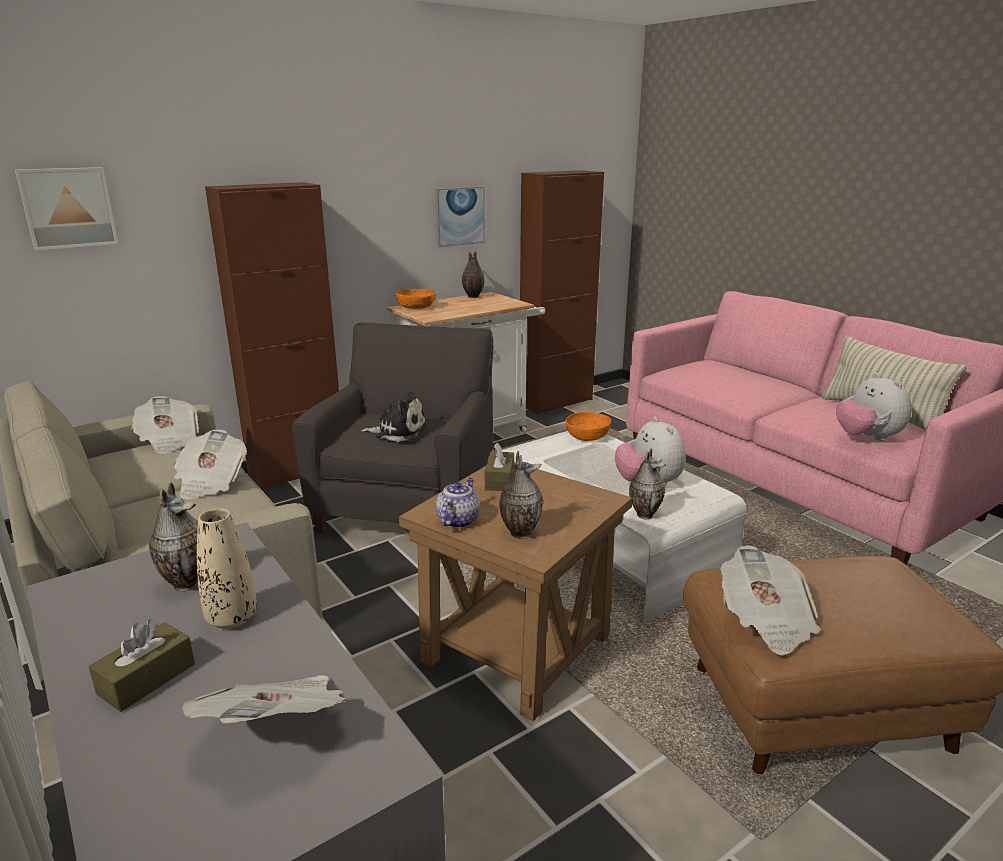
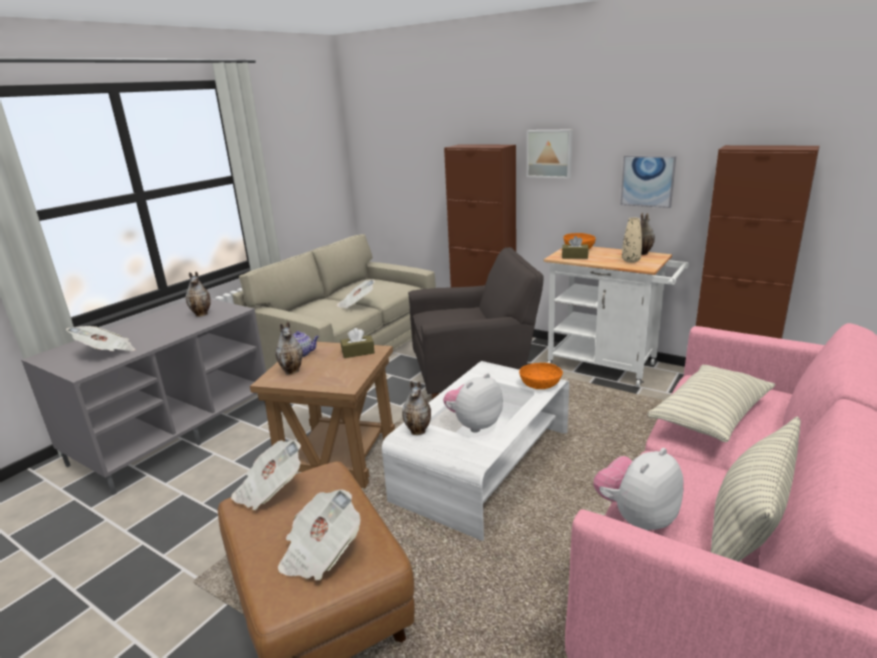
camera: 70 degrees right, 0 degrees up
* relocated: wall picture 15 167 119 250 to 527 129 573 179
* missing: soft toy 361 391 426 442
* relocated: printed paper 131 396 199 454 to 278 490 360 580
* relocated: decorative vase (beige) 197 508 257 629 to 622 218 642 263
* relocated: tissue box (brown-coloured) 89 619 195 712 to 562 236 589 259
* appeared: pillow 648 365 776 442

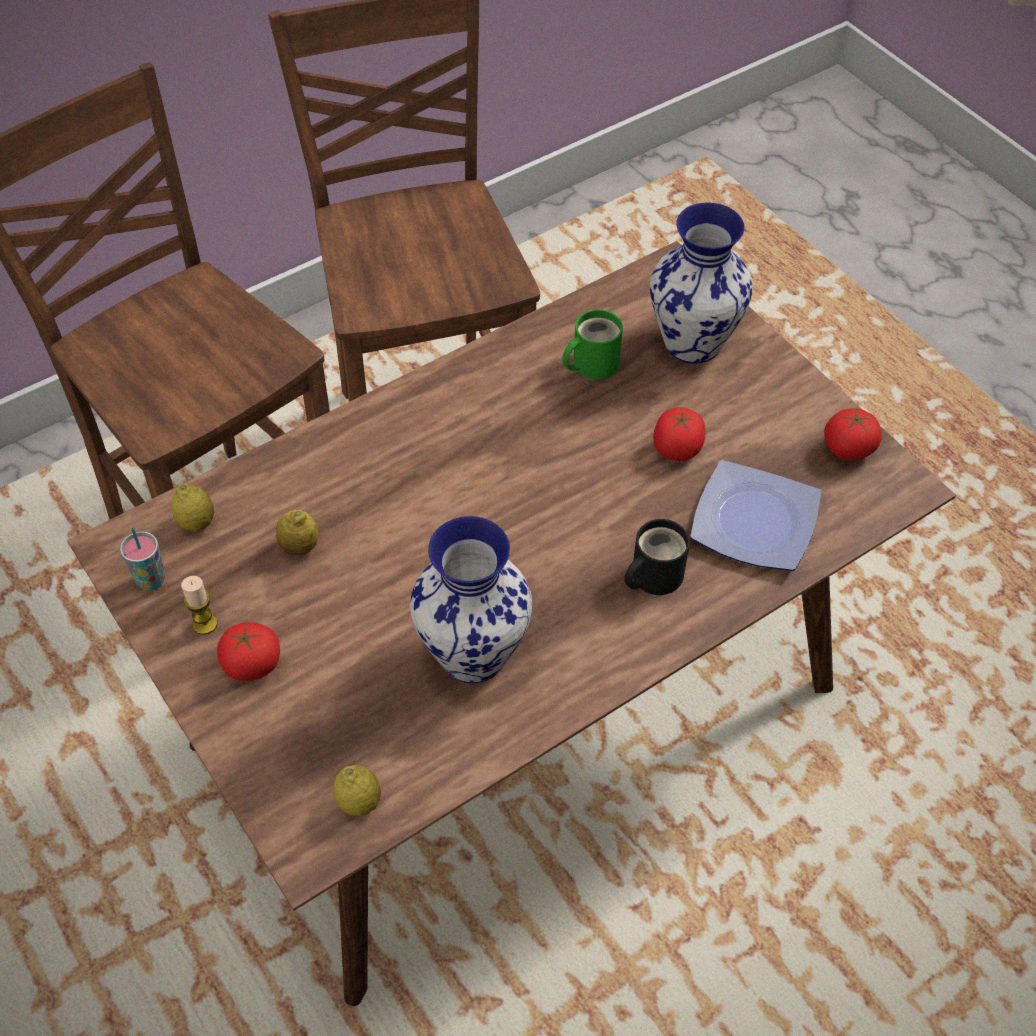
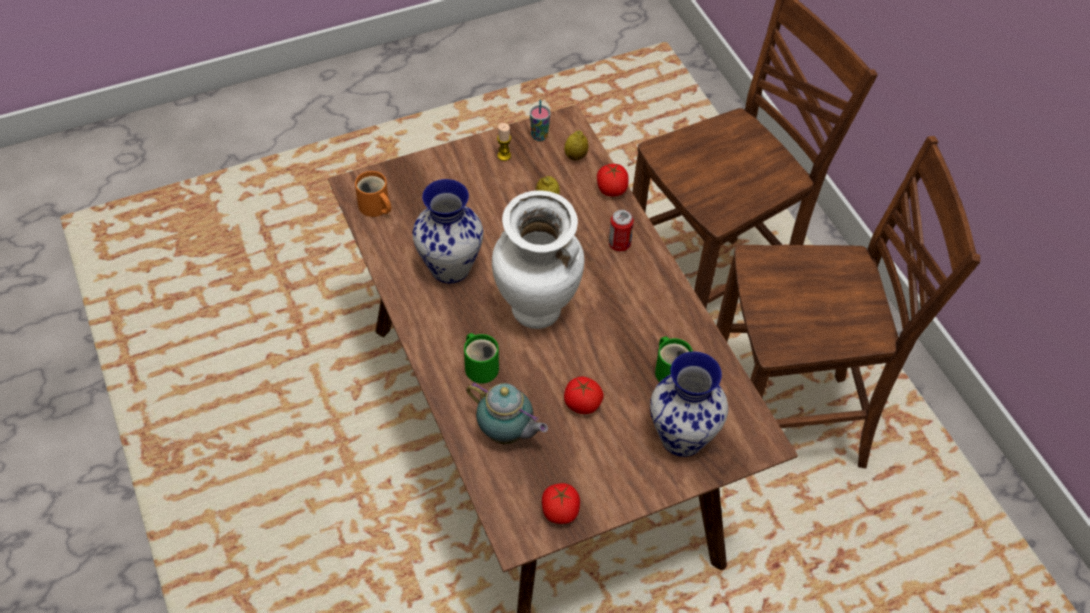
camera: 100 degrees right, 0 degrees up
* exchanged: plate 690 460 821 571 to pot for tea 466 382 548 444
* colour: coffee mug (black-coloured) 624 519 690 595 to coffee mug (green-coloured) 464 333 499 383
* relocated: tomato 217 622 280 681 to 597 164 629 196
* exchanged: whole lemon 333 765 381 816 to coffee mug (orange) 355 171 391 217
* appeared: decorative vase (whitish) 492 190 584 329
* appeared: can 609 210 634 252

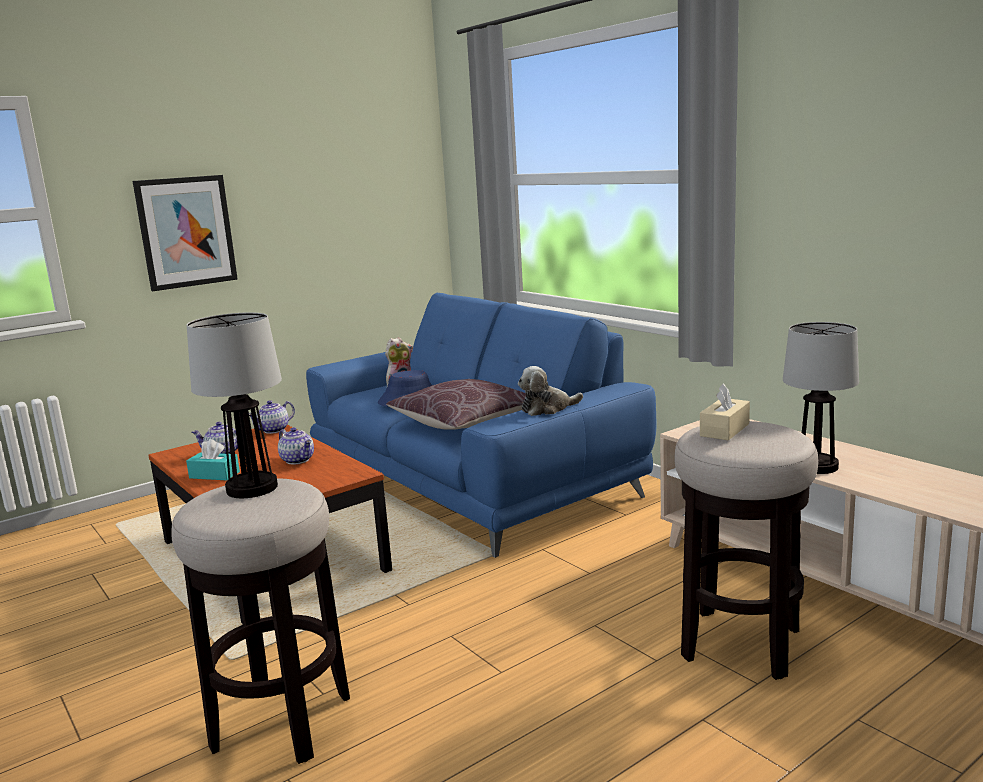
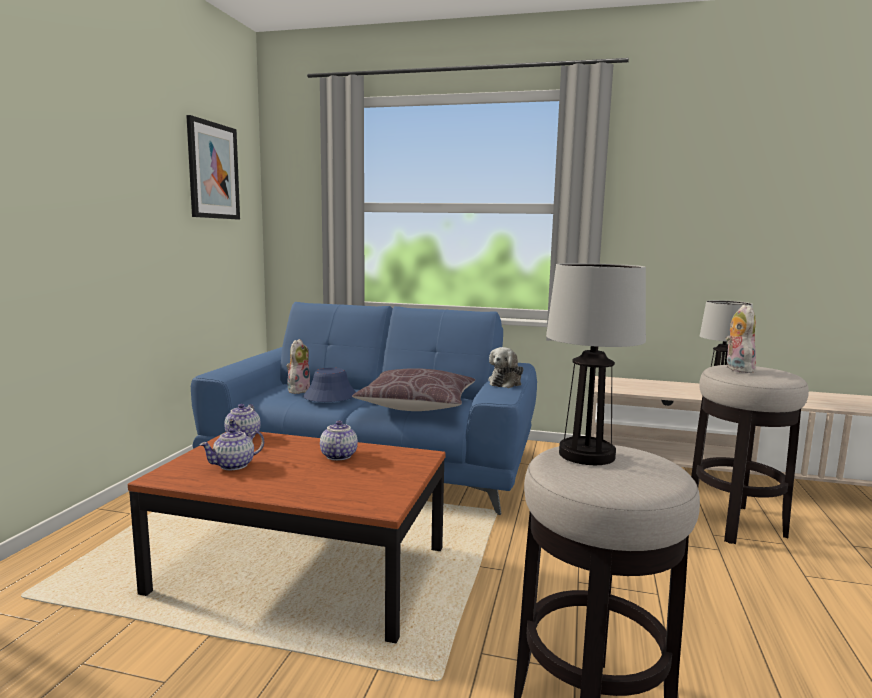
camera: 40 degrees left, 5 degrees down
* relocated: wall picture 133 175 238 291 to 186 115 240 219
* exchanged: tissue box (beige) 700 383 750 440 to soft toy 725 304 756 373
* spun: pot for tea 278 427 314 464 = 320 421 358 460 105 degrees counterclockwise
* missing: tissue box (turquoise) 186 439 240 480

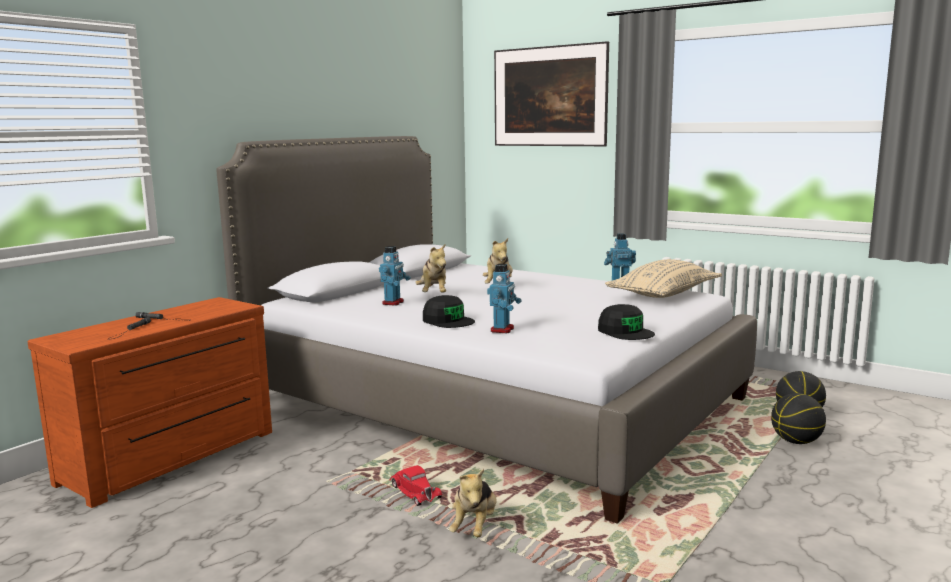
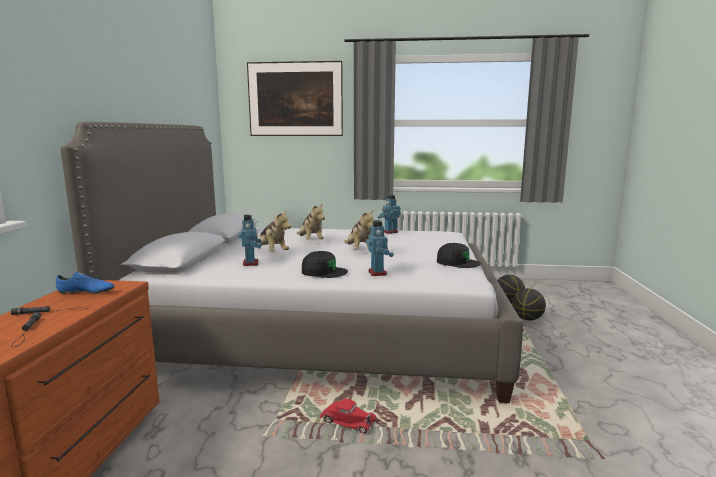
camera: 30 degrees left, 0 degrees up
* missing: pillow (beige) 605 259 722 298
* relocated: soft toy 449 469 497 537 to 344 210 373 250
* appeared: low shoe (blue) 56 272 114 295

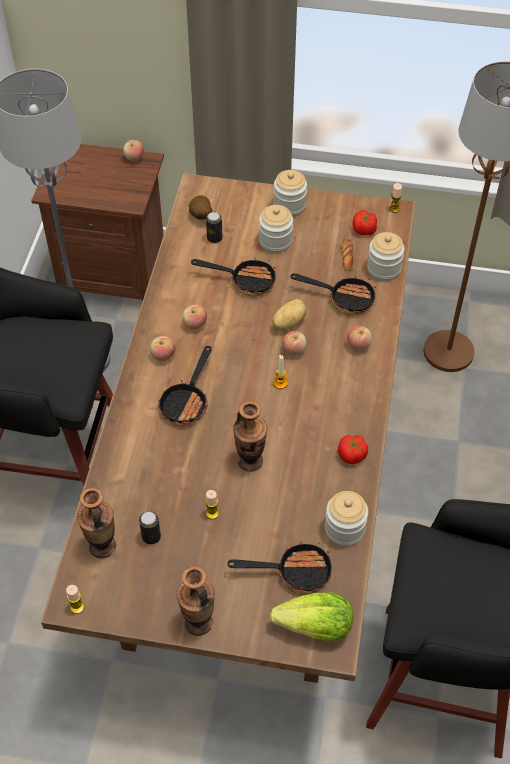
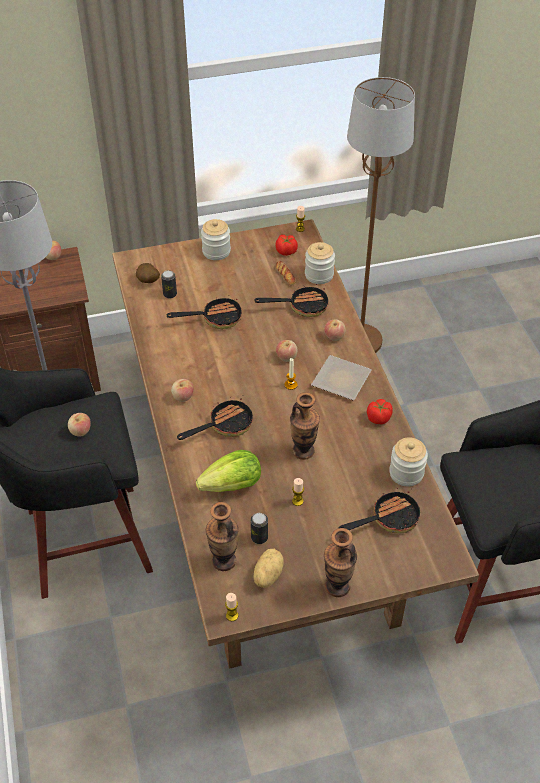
camera: 25 degrees left, 5 degrees down
* missing: preserve jar 259 205 293 253
* relocated: spud 272 299 306 330 to 253 549 284 588
* relocated: apple fruit 182 305 207 330 to 68 413 91 437
* spun: skillet 158 346 211 426 = 177 397 253 440 120 degrees counterclockwise
* relocated: head of lettuce 270 592 353 641 to 196 450 261 492
* appeared: plate 311 355 372 400

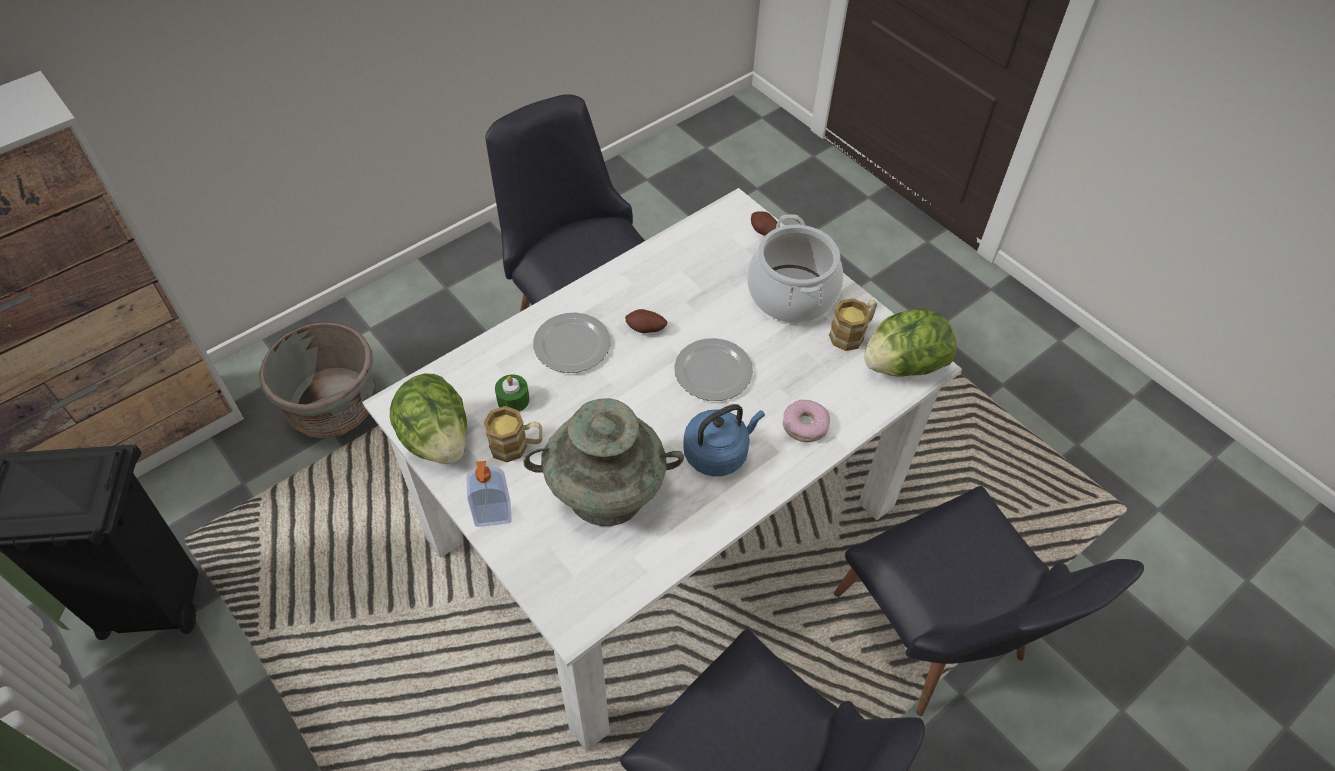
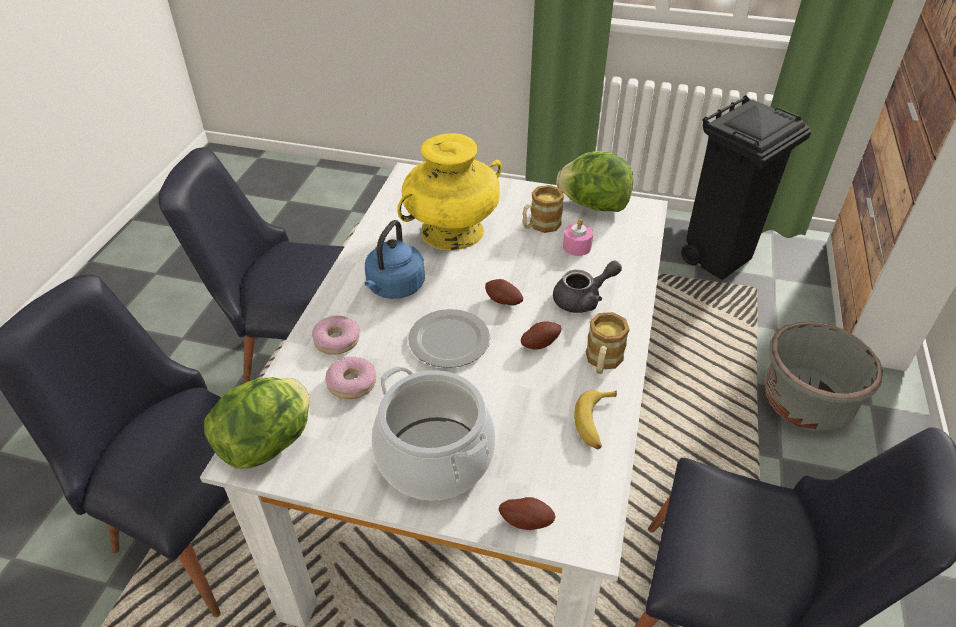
camera: 145 degrees right, 10 degrees down
* relocated: coffee mug 829 298 877 351 to 586 312 630 374
* exchanged: plate 533 312 611 373 to pot for tea (gray) 553 260 622 313
* colour: wax light (green-coloured) 495 374 530 412 to wax light (pinkish) 563 219 593 256
* colour: decorative vase (turquoise) 523 398 684 526 to decorative vase (yellowish) 397 133 502 250
* missing: liquid soap bottle 467 461 512 527
* appeared: spud 485 279 523 305
* appeared: doughnut 325 356 376 399
* appeared: banana 574 390 617 449

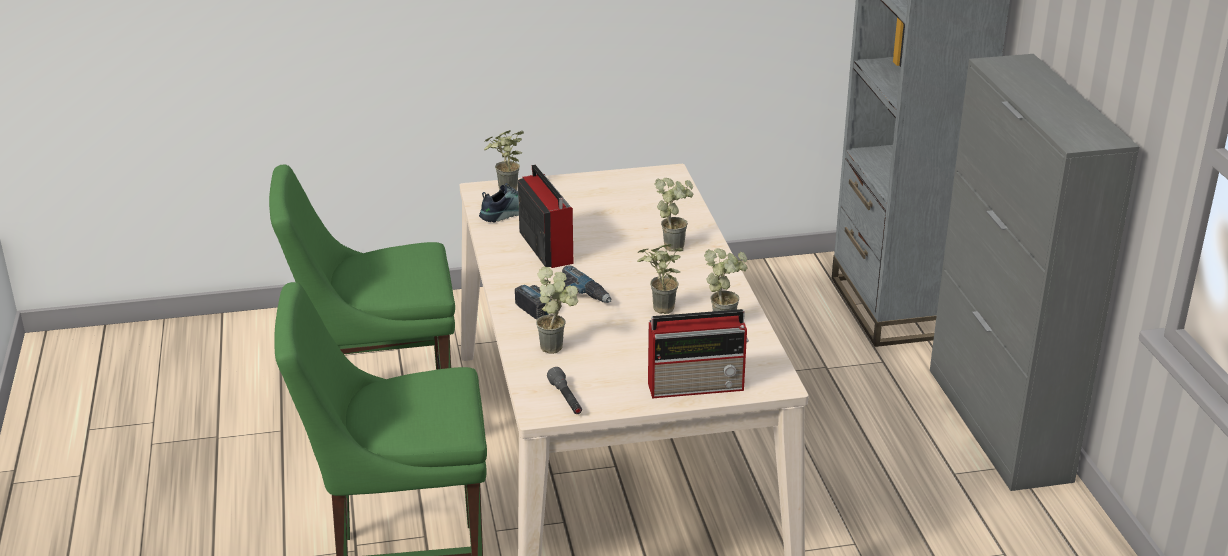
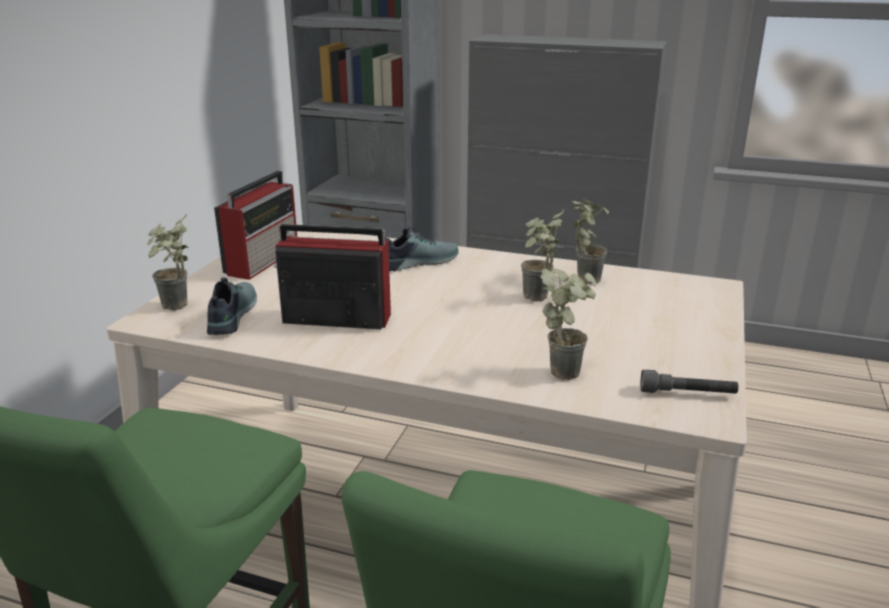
camera: 60 degrees left, 5 degrees down
* exchanged: plant in a pot 655 178 693 252 to low shoe 385 226 459 271
* missing: drill 515 265 611 319
* relocated: radio receiver 648 309 749 398 to 214 171 297 280

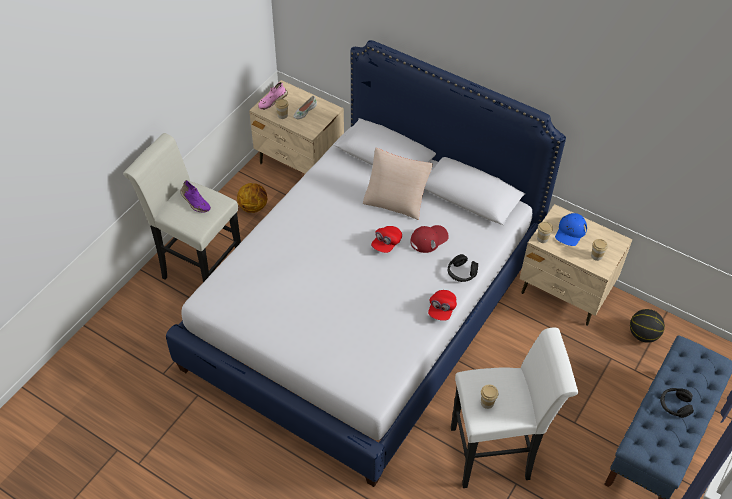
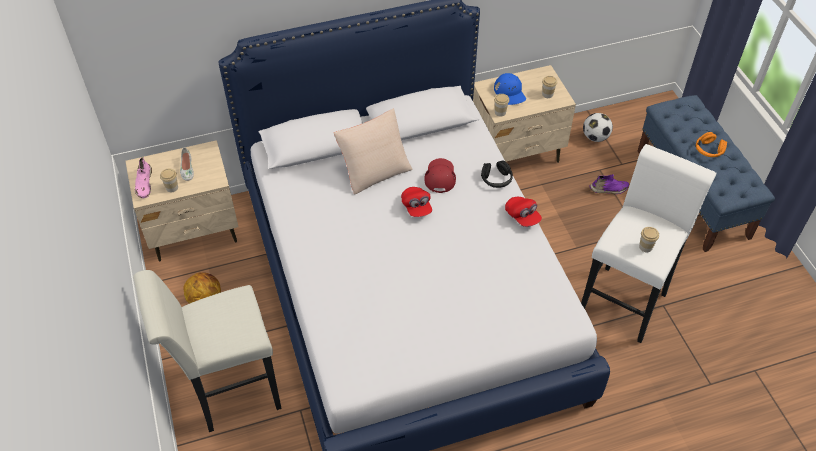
camera: 50 degrees left, 0 degrees up
* relocated: low shoe (purple) 180 180 211 213 to 590 174 629 194
* exchanged: ball for basketball 630 309 665 343 to football ball 583 113 613 142
* colour: pair of headphones (black-coloured) 660 388 694 418 to pair of headphones (orange) 696 132 727 157

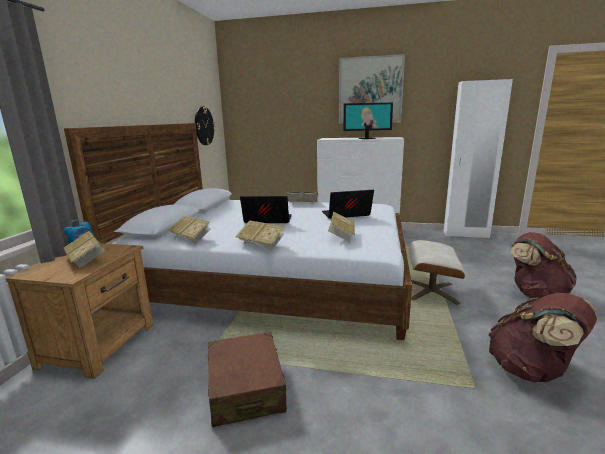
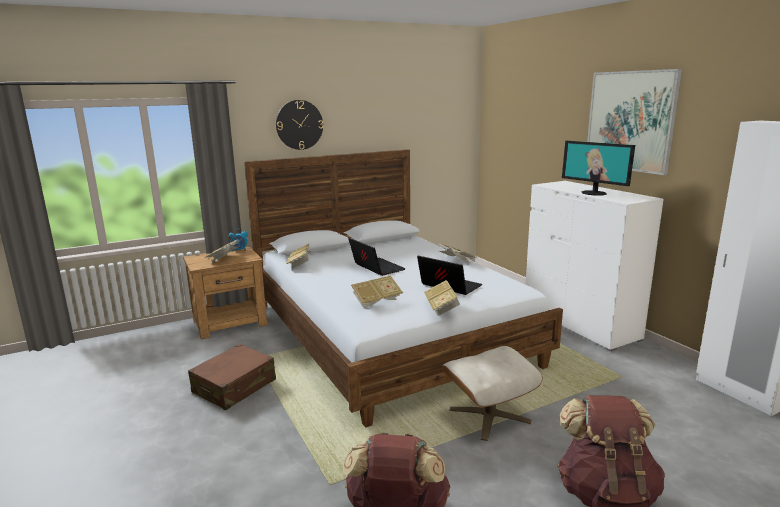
camera: 50 degrees right, 0 degrees up
* relocated: wall clock 195 106 215 145 to 276 100 323 150
* relocated: book 235 220 285 251 to 424 280 460 316

